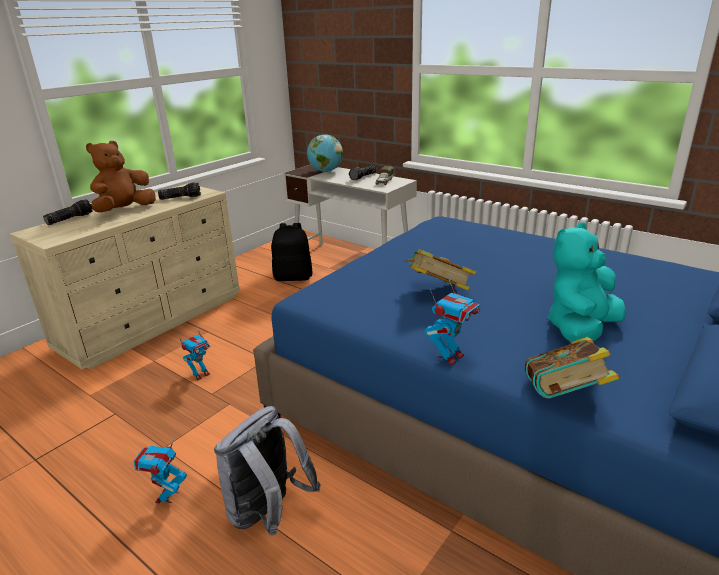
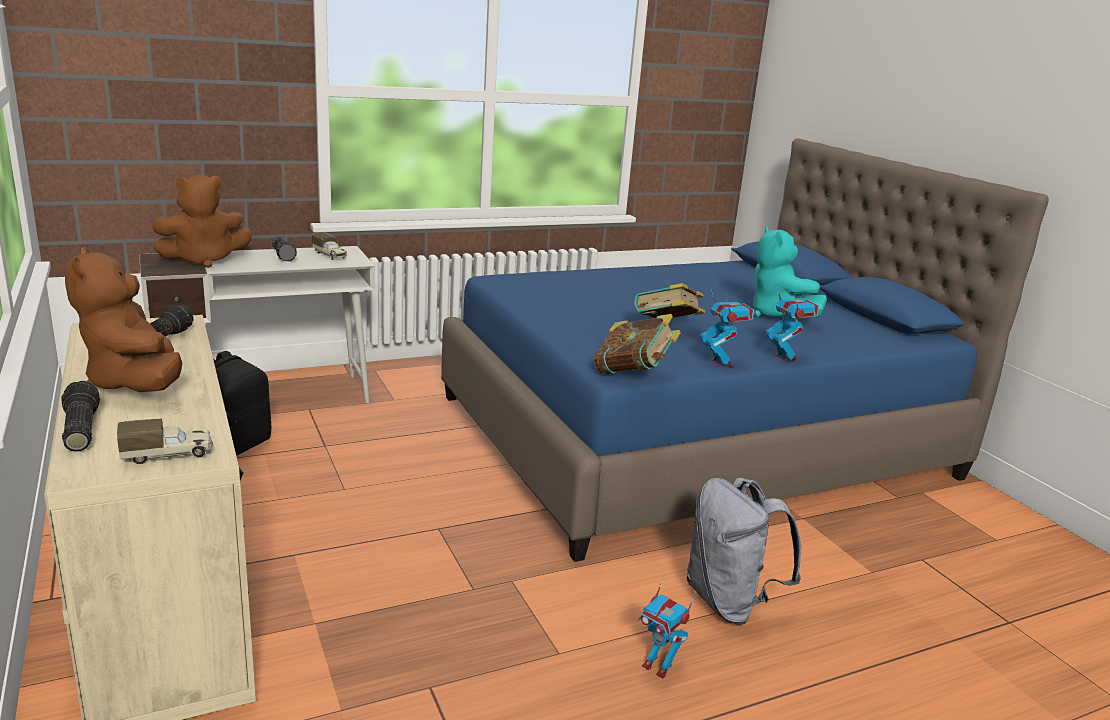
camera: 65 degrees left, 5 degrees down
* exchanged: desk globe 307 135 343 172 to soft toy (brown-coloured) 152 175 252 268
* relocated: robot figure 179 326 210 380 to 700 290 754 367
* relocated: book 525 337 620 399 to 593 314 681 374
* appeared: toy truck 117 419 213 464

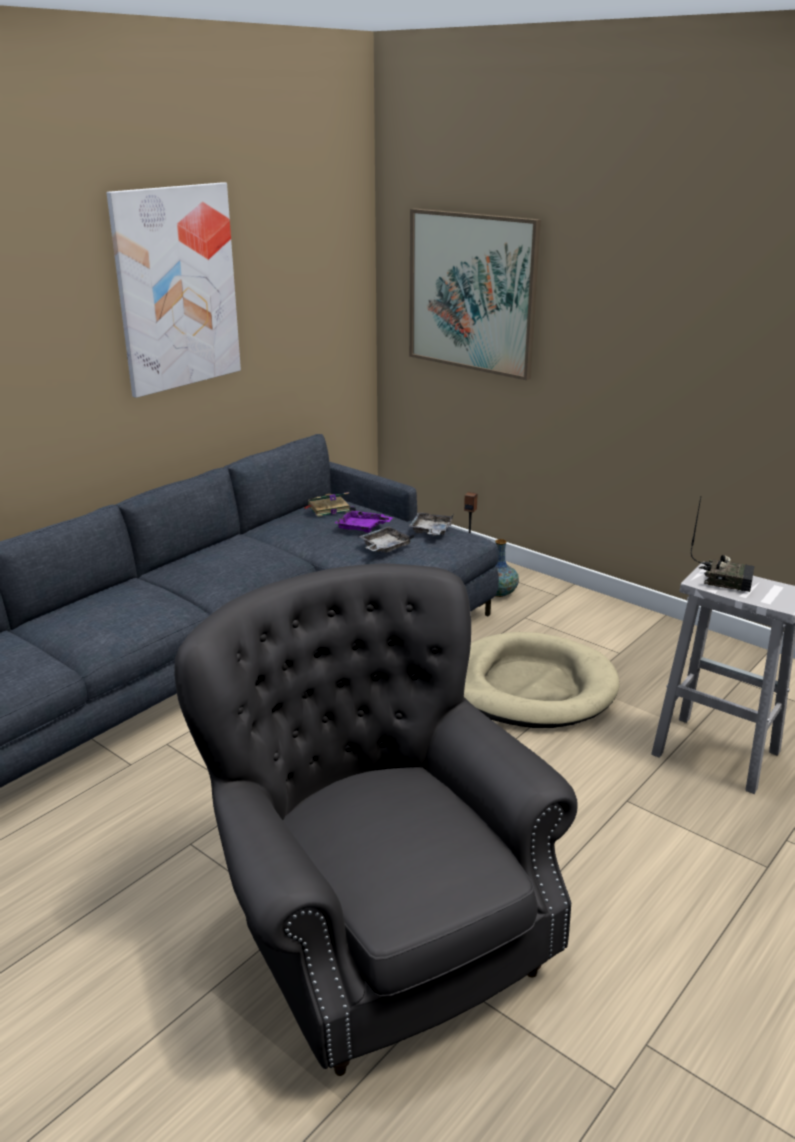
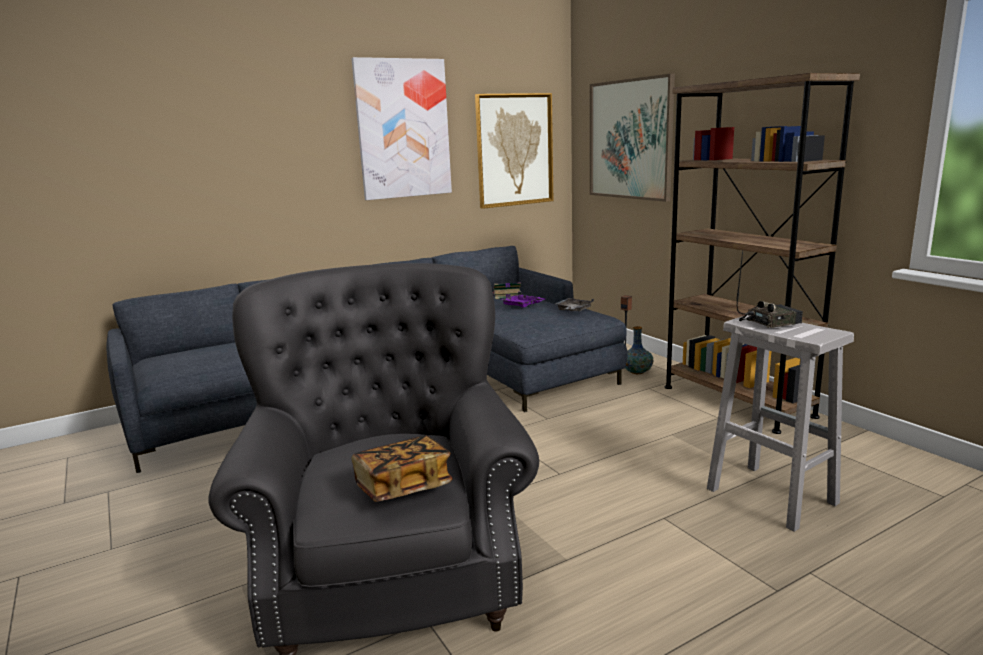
camera: 20 degrees right, 10 degrees down
* spun: radio receiver 691 497 754 592 = 736 250 803 328 60 degrees counterclockwise
* missing: tray (gray) 358 526 414 553
* missing: dog cushion (beige) 464 632 620 728
* appeared: bookshelf (brown-coloured) 665 73 860 434
* appeared: wall picture 475 93 553 209
* appeared: book 351 435 453 502

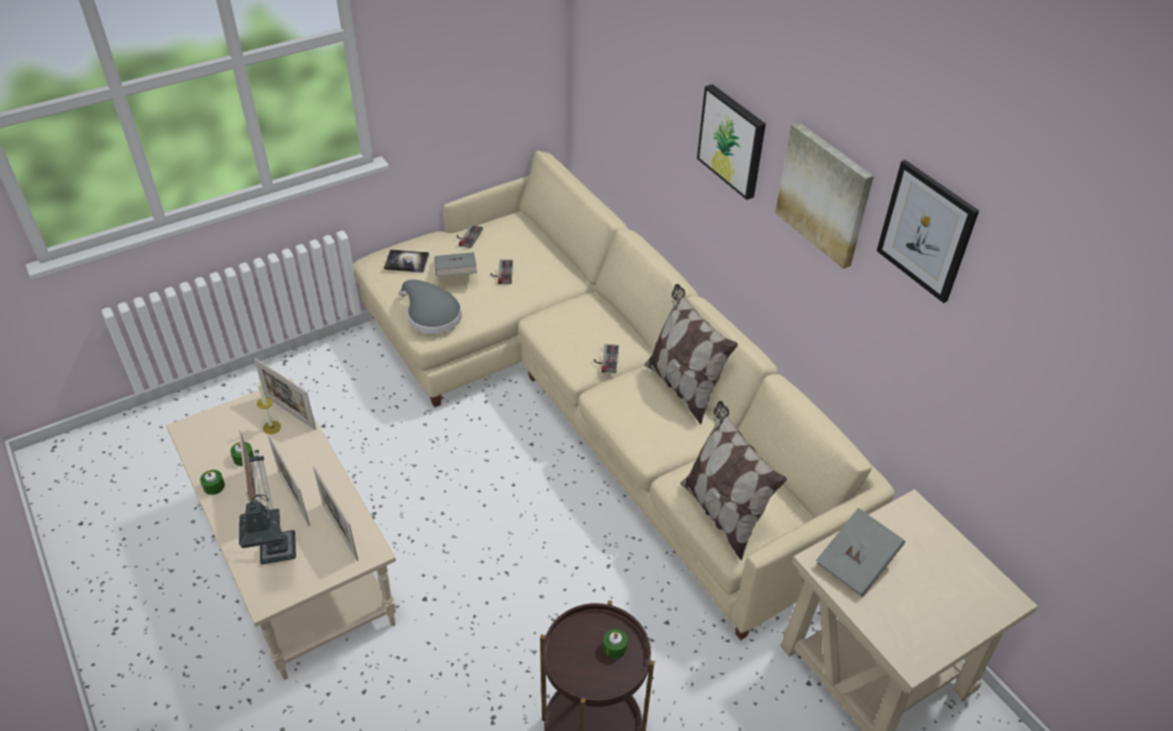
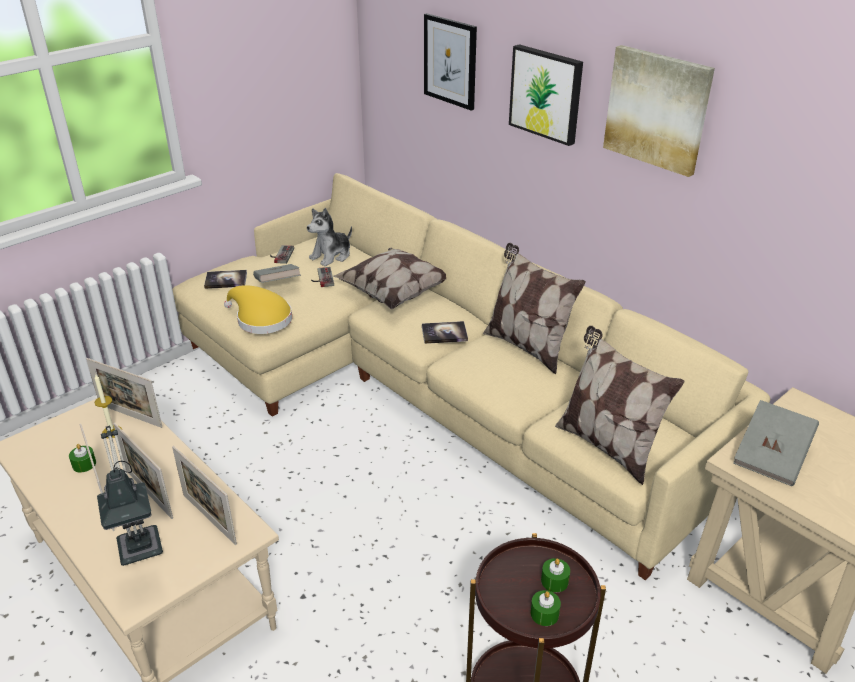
camera: 10 degrees left, 10 degrees down
* relocated: wall picture 877 160 979 303 to 424 13 477 111
* colour: wearable hat (gray) 399 280 462 334 to wearable hat (yellowish) 224 285 292 334
* exchanged: joypad 594 344 619 373 to book 422 321 468 344
* relocated: wax light (green-coloured) 200 470 225 495 to 530 590 561 626
* appeared: soft toy 307 208 352 266
* appeared: pillow 333 248 446 309

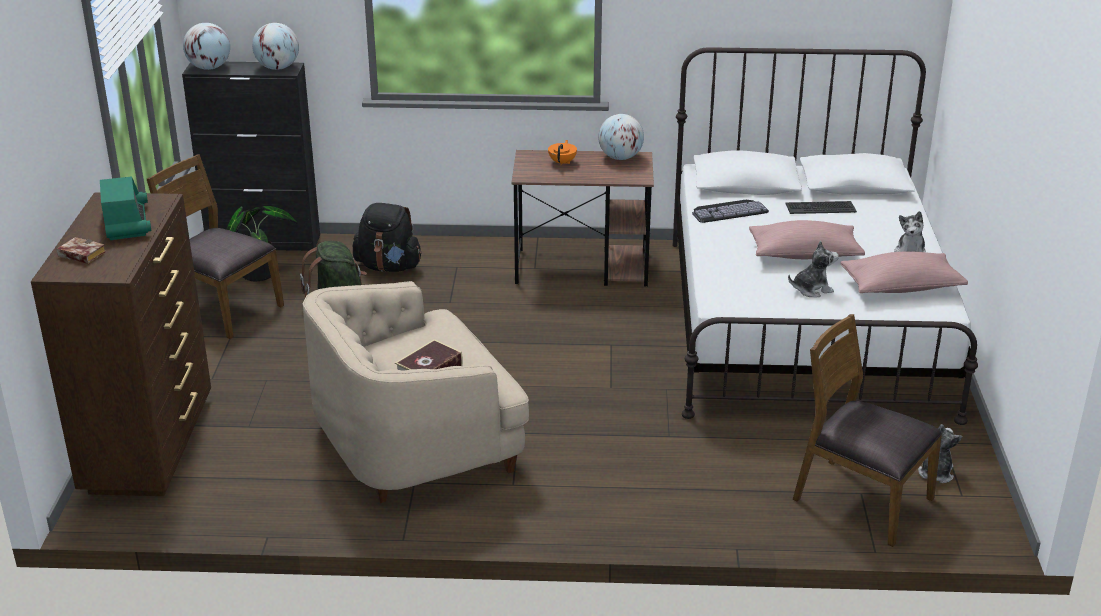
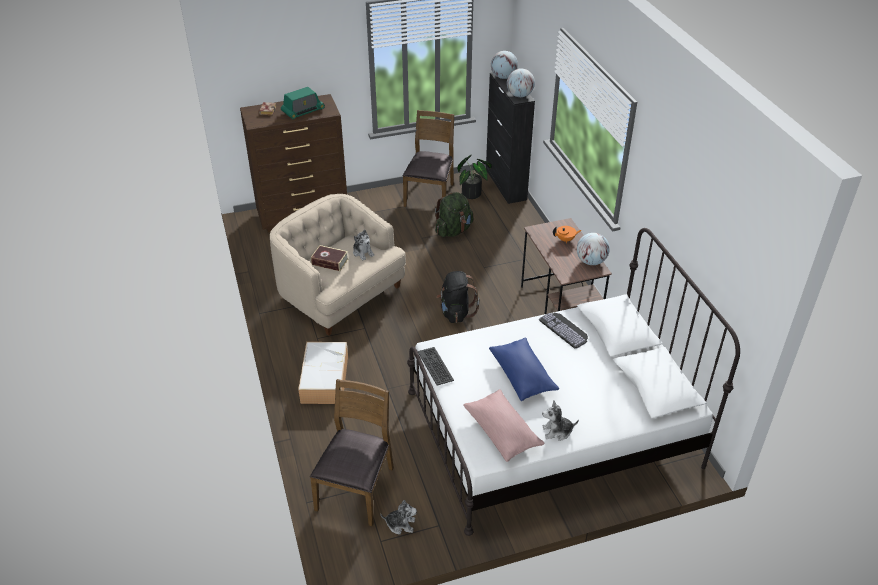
camera: 70 degrees right, 10 degrees up
* relocated: keyboard 785 201 857 214 to 418 347 454 385
* relocated: rucksack (black-coloured) 353 203 422 272 to 436 271 479 323
* colour: pillow (pinkish) 749 220 865 259 to pillow (blue) 489 337 559 401
* relocated: soft toy 788 241 839 297 to 353 229 374 261
* appeared: storage box 298 342 348 404

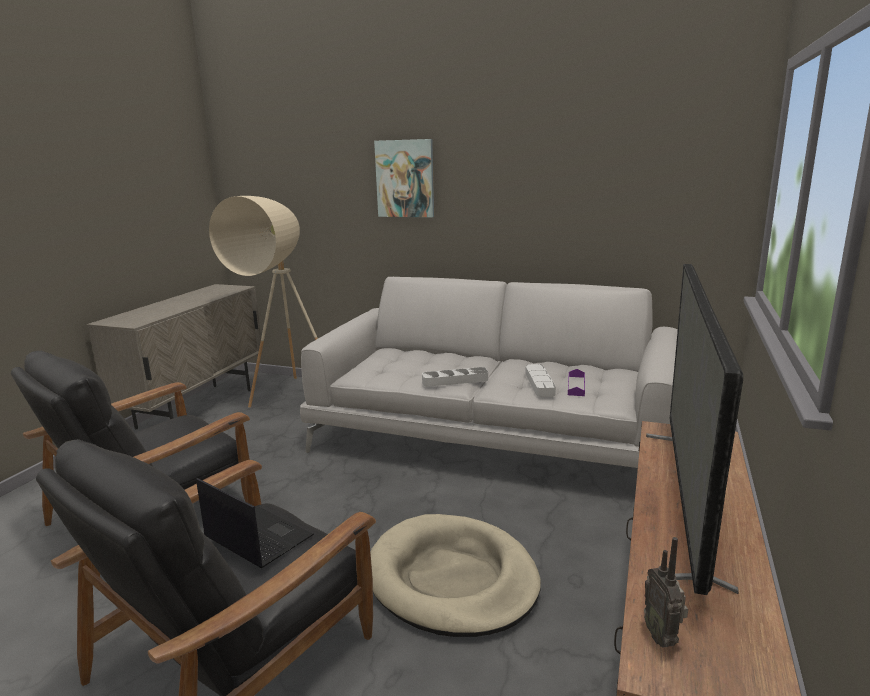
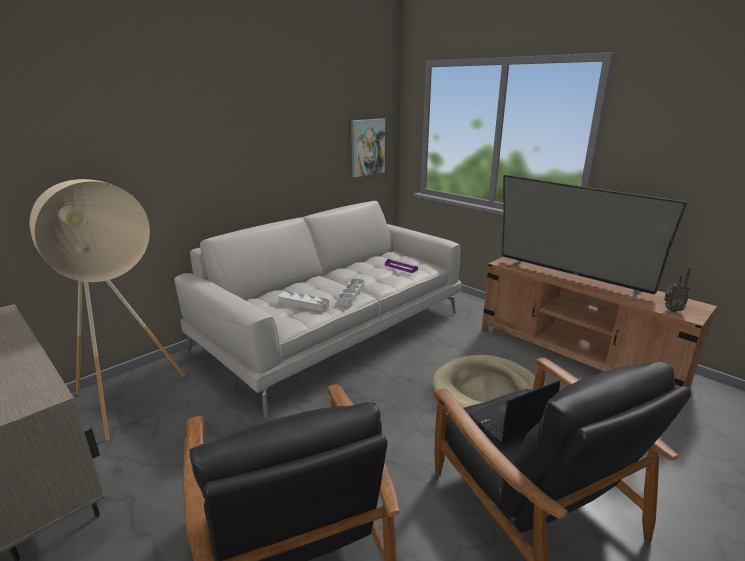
camera: 65 degrees left, 5 degrees up
* relocated: wall picture 374 139 434 217 to 351 118 385 178
* relocated: tray (gray) 525 364 556 397 to 279 291 329 311

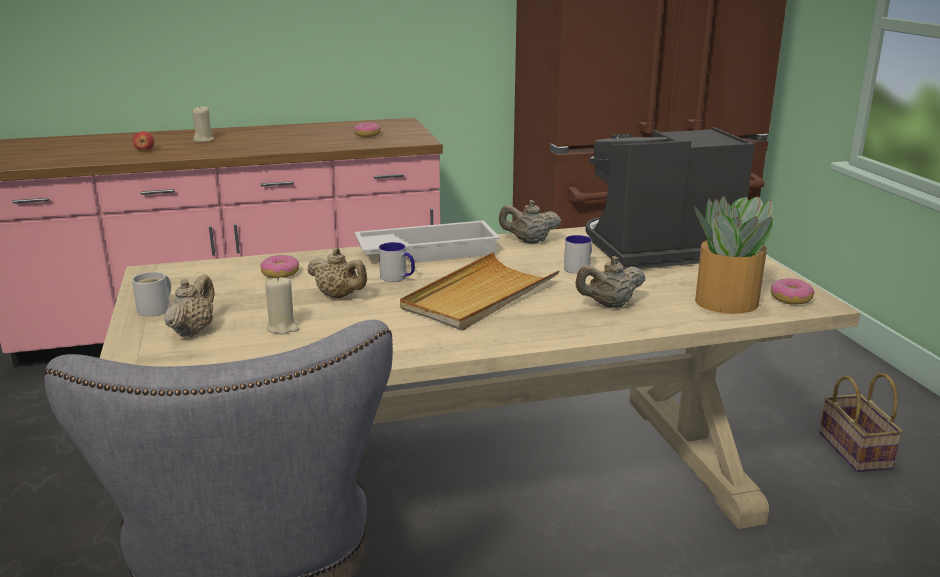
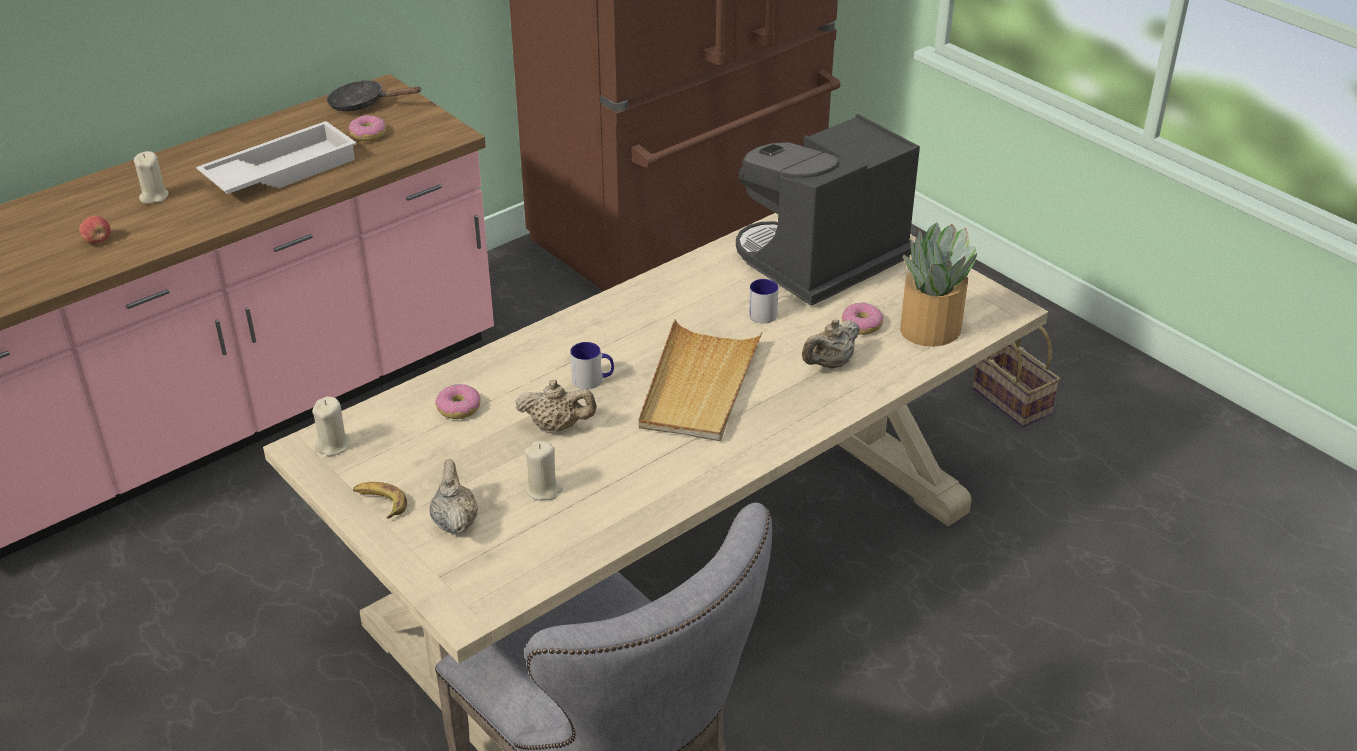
camera: 25 degrees left, 15 degrees up
* missing: pot for tea (beige) 499 200 561 244
* relocated: tray (whitish) 354 220 500 263 to 196 121 357 194
* exchanged: coffee mug (whitish) 132 272 171 316 to banana 353 482 407 519
* relocated: doughnut 771 278 815 304 to 842 302 883 335
* appeared: skillet (black-coloured) 327 80 422 112
* appeared: wax light (beige) 312 396 350 456

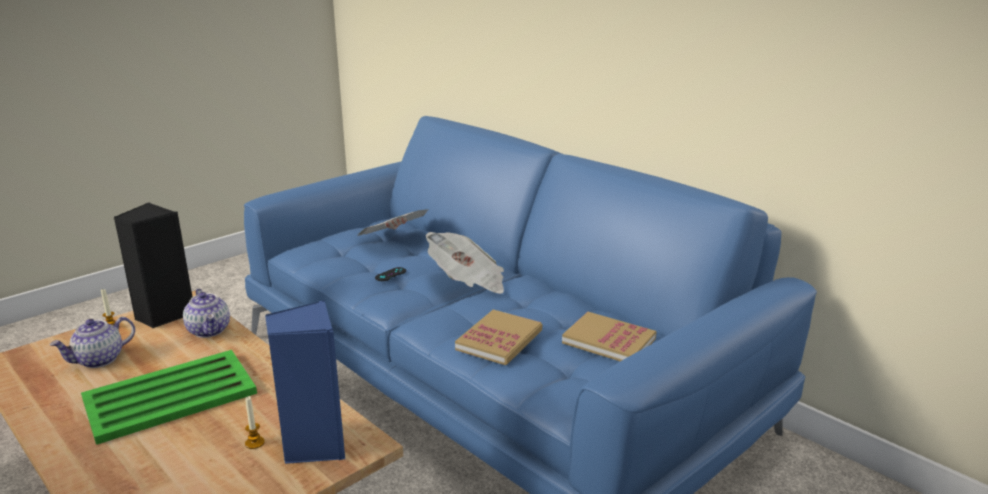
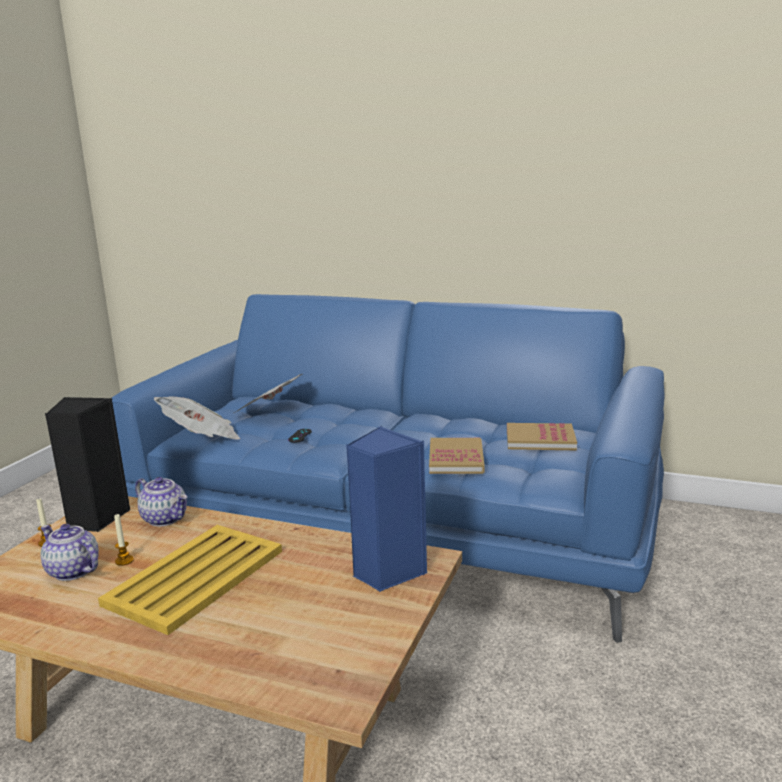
camera: 25 degrees left, 5 degrees down
* relocated: printed paper 426 232 504 294 to 154 396 240 439
* spun: pot for tea 50 317 135 368 = 40 524 99 581 105 degrees clockwise
* colour: tray (green-coloured) 81 350 257 445 to tray (yellowish) 98 525 282 635
* relocated: wax light 245 396 265 449 to 114 514 134 566

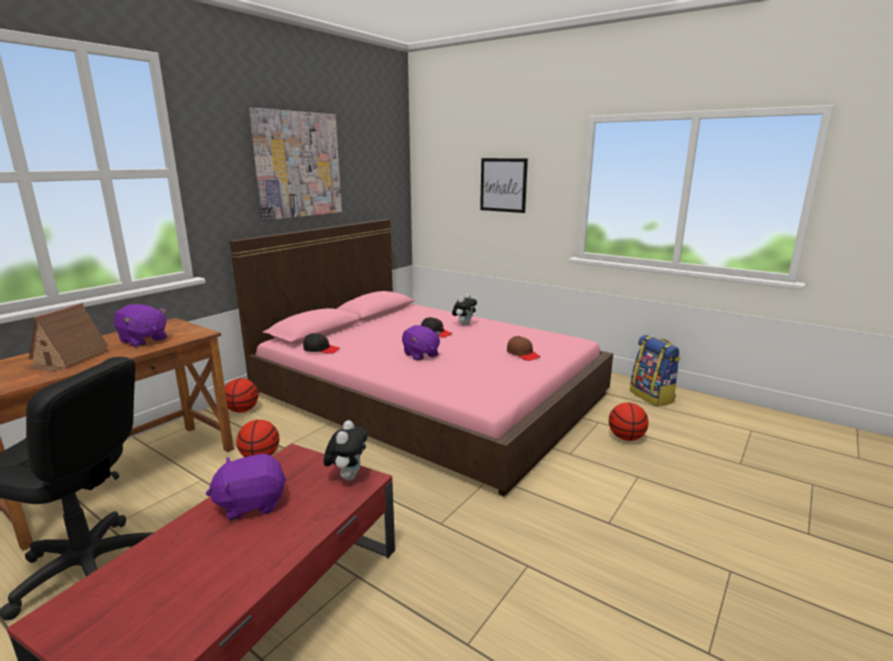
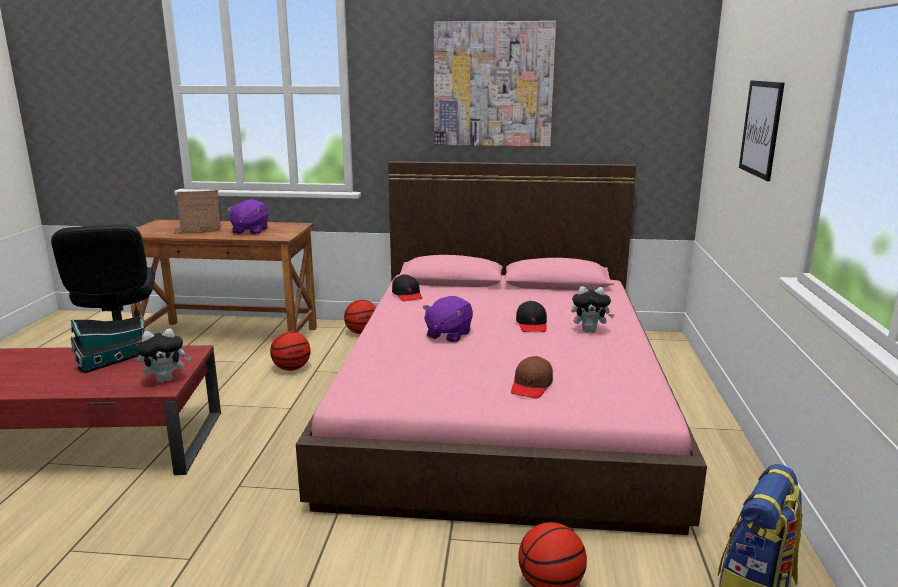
camera: 60 degrees right, 0 degrees up
* exchanged: soft toy (purple) 206 454 286 521 to model house 71 315 144 374

